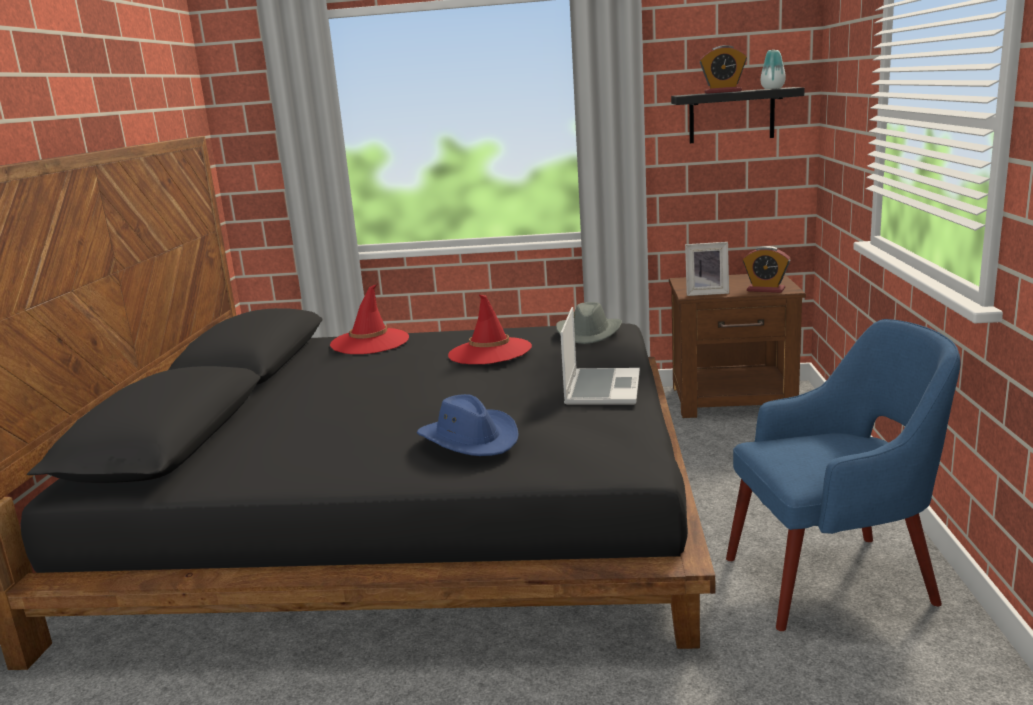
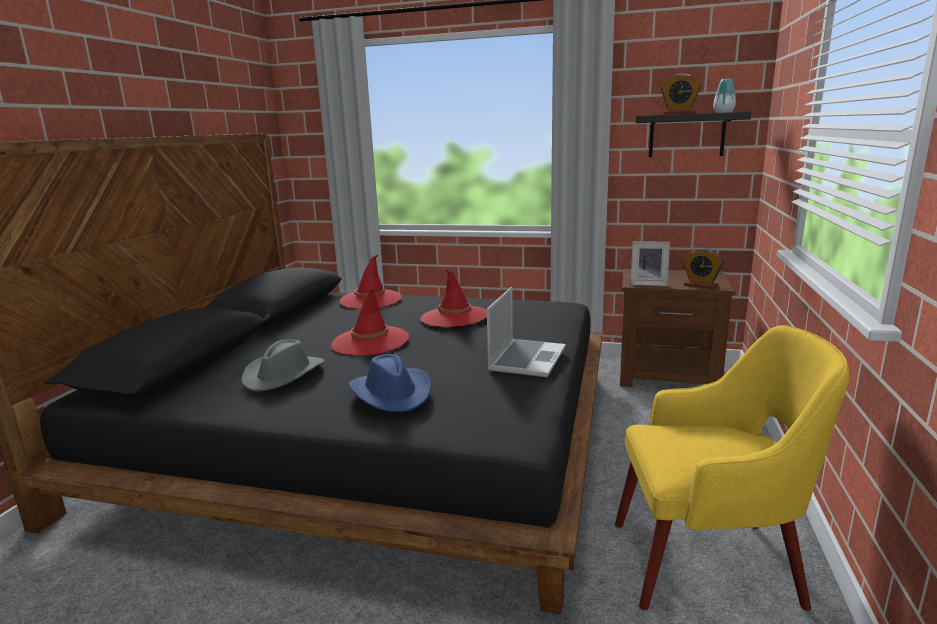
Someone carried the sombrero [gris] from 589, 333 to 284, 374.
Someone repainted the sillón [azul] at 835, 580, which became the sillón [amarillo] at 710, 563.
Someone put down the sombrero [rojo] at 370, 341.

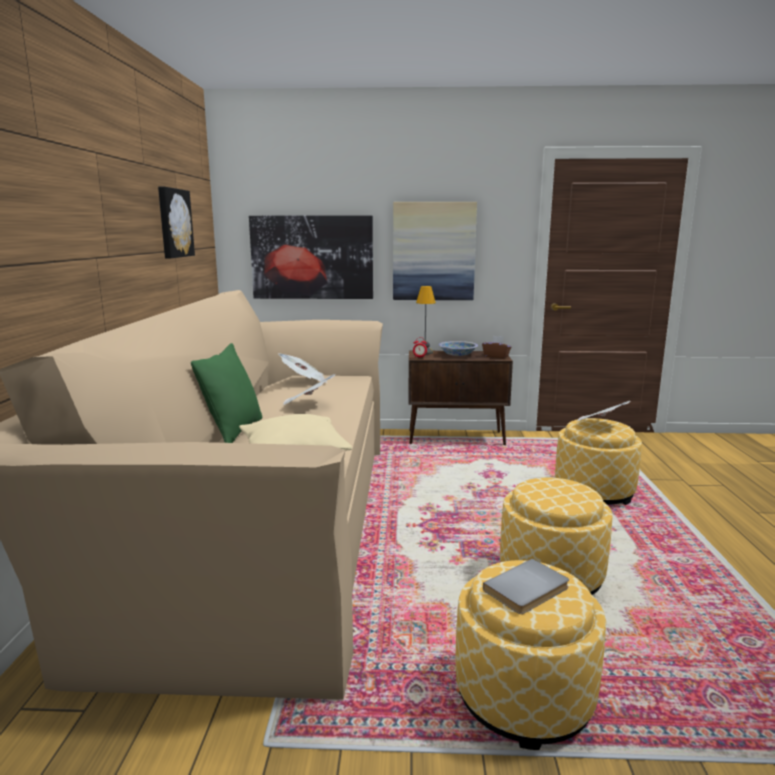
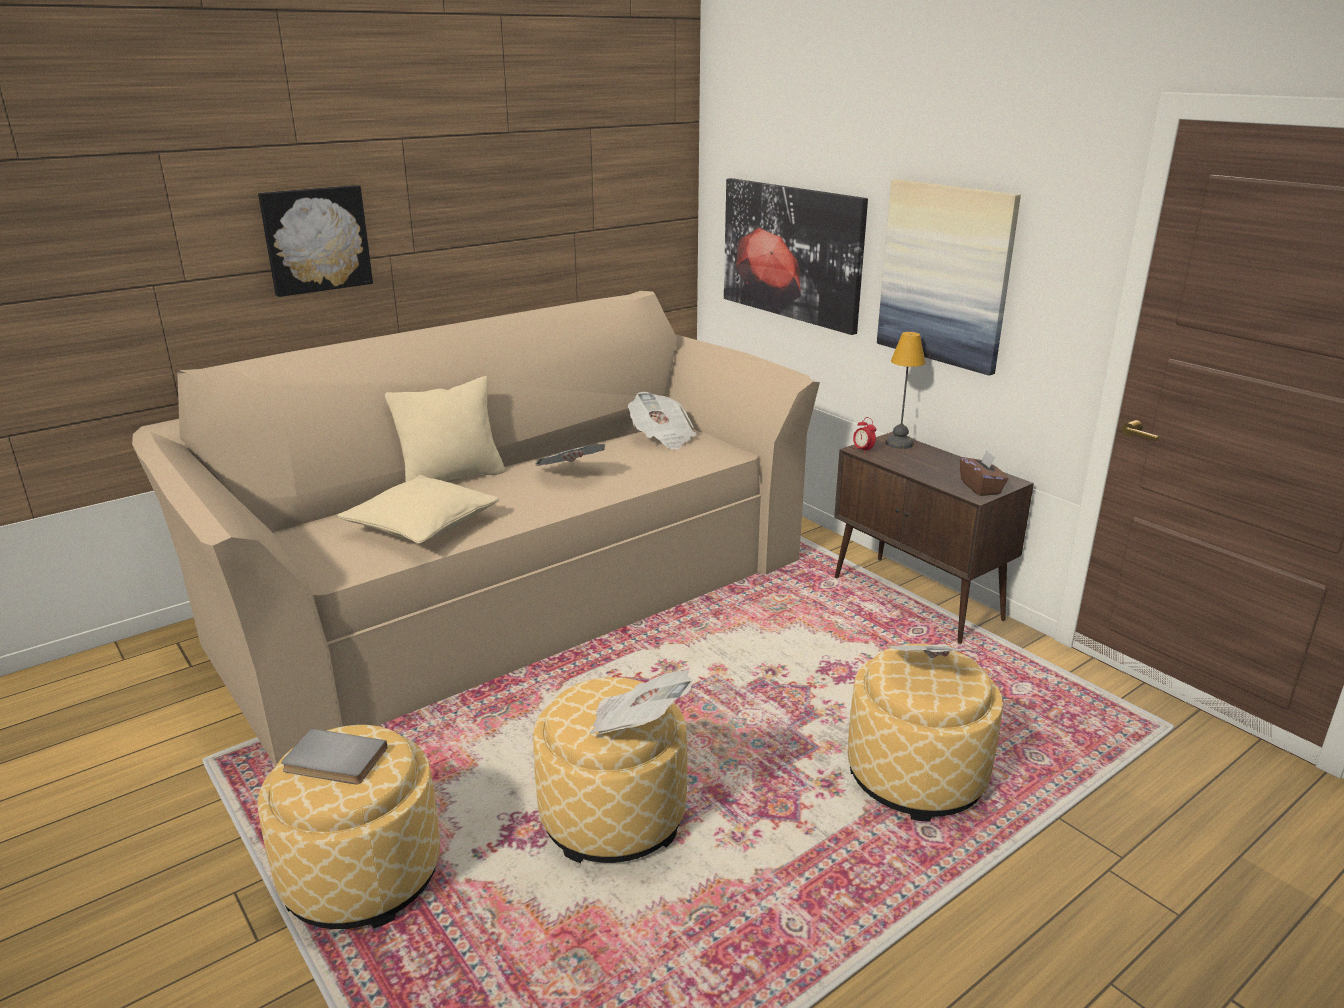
Someone carried the cuadro from 174, 223 to 316, 239.
Someone took away the cuenco at 458, 355.
Someone repainted the cojín [verde] at 233, 431, which became the cojín [beis] at 452, 478.
Someone put down the periódico at 639, 724.

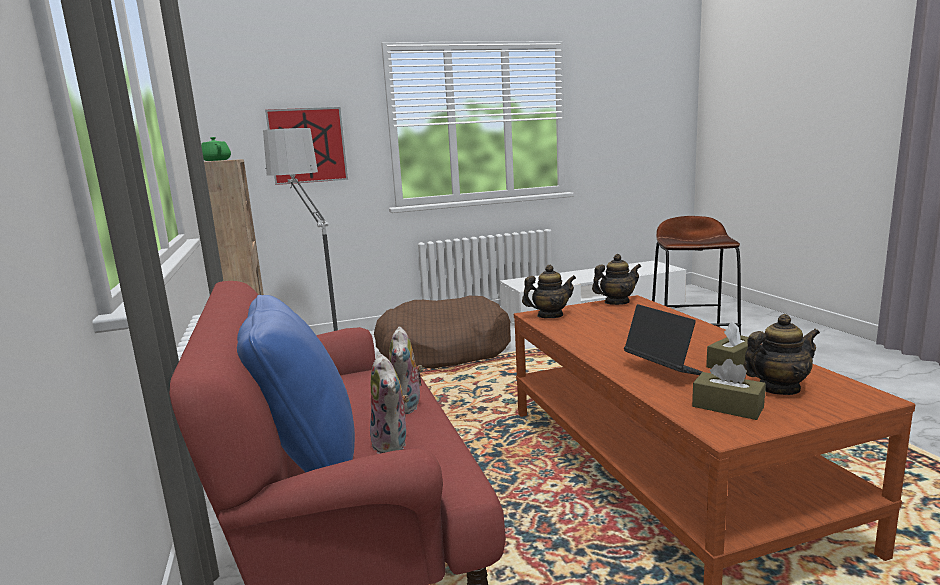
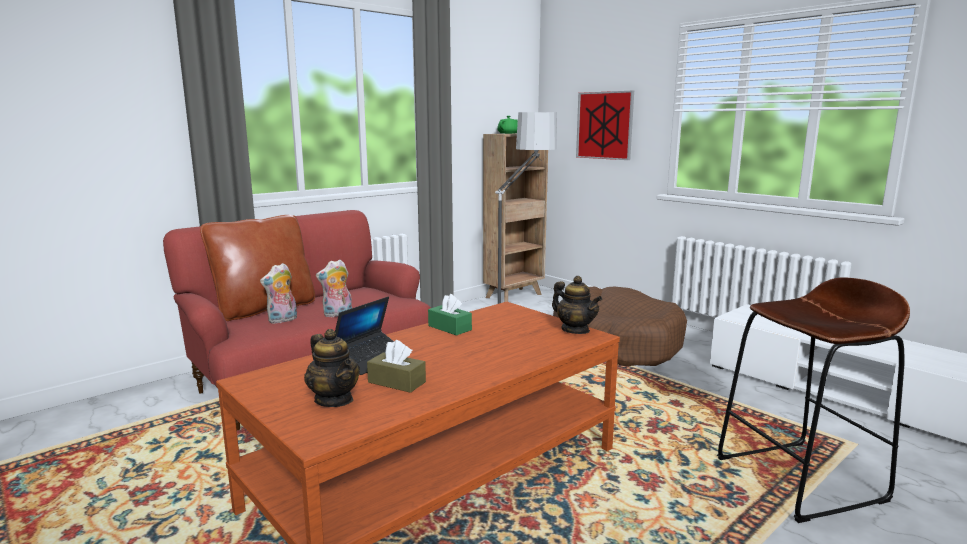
Someone took away the tetera at 550, 316.
Someone repainted the cojín [azul] at 308, 459, which became the cojín [marrón] at 264, 308.
Someone took away the caja de pañuelos [marrón] at 727, 407.
Someone put down the caja de pañuelos [verde] at 449, 328.

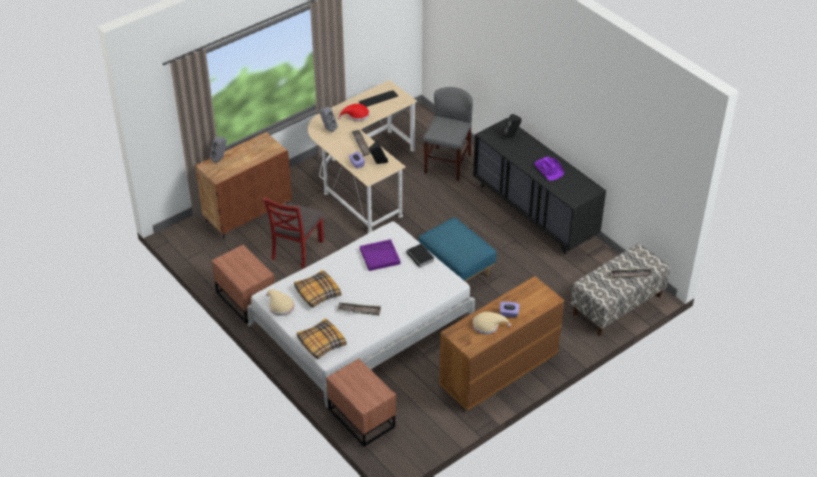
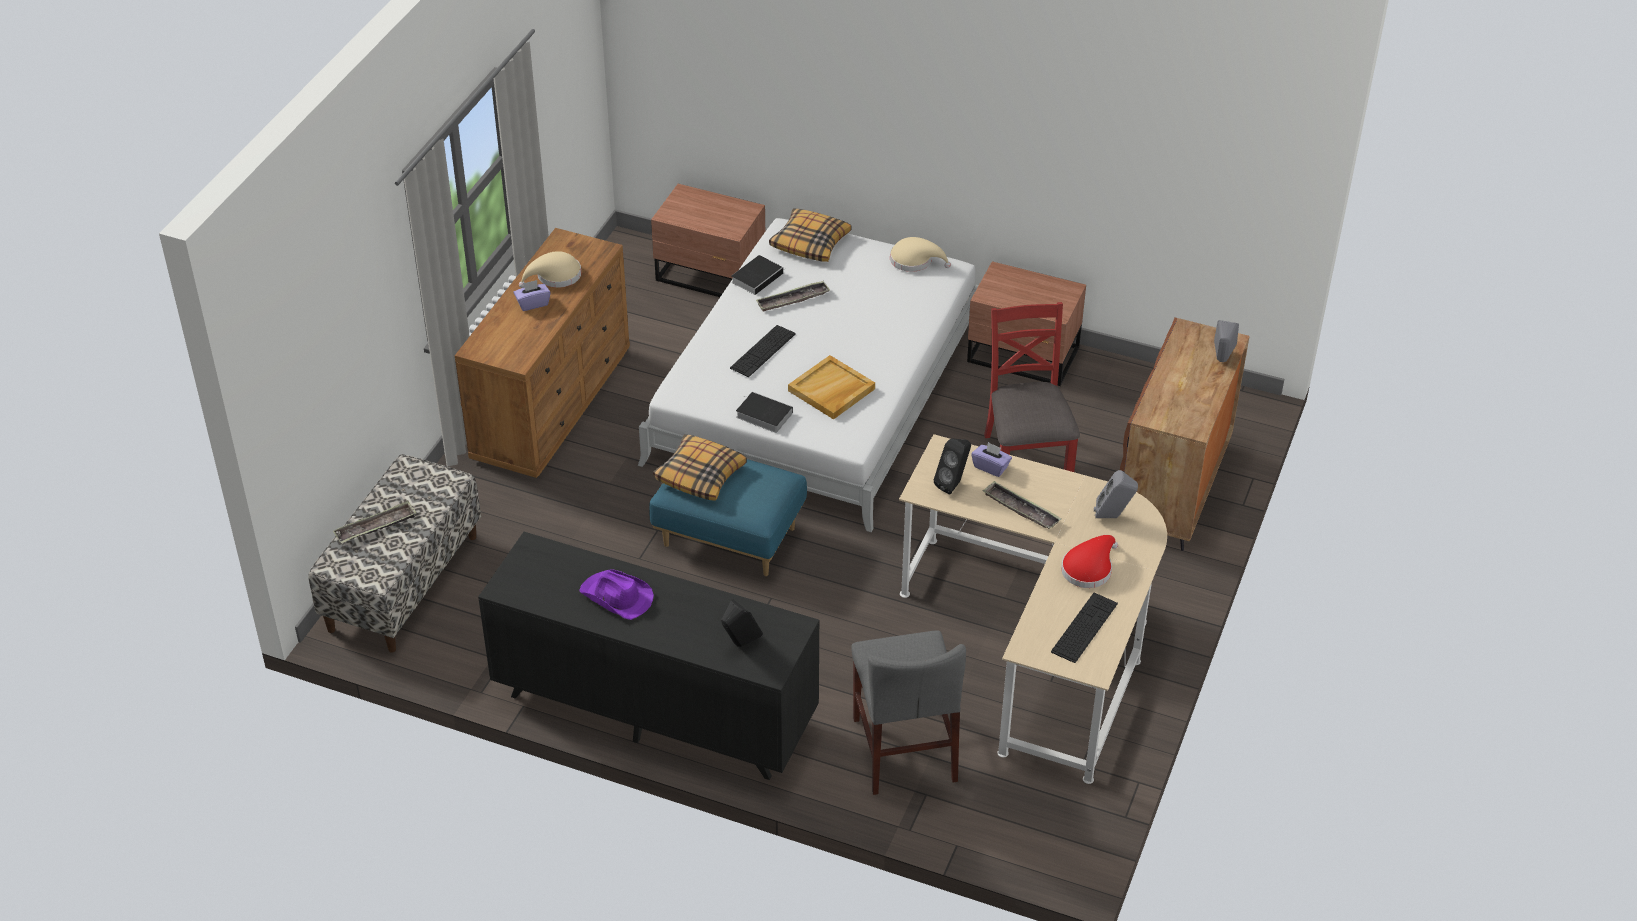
Someone repainted the bandeja [morado] at 380, 256, which became the bandeja [beis] at 831, 390.
Someone carried the cojín from 317, 293 to 700, 475.
Someone put down the libro at 758, 277.
Someone put down the teclado at 763, 351.

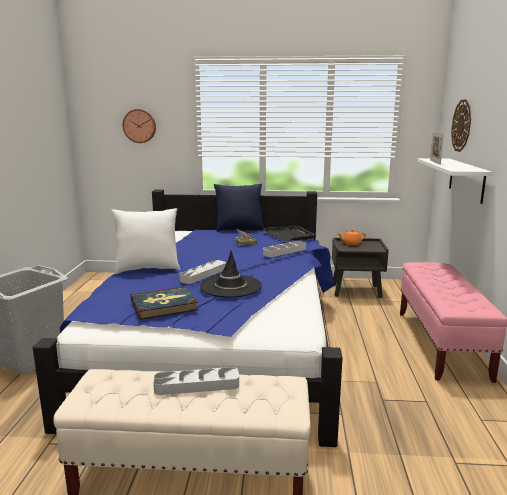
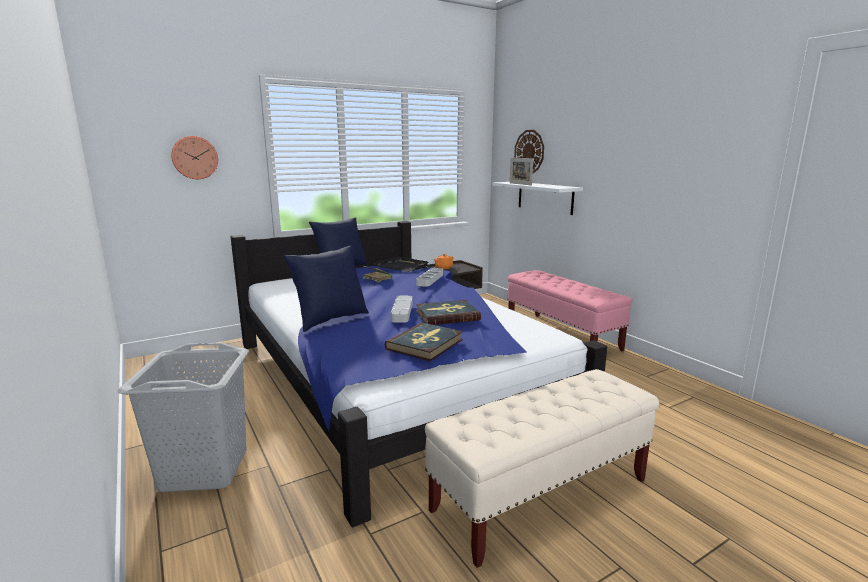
Someone repainted the cojín [blanco] at 147, 269, which became the cojín [azul] at 330, 320.
Someone swapped the sombrero [negro] at 230, 286 for the libro at 447, 315.
Someone took away the bandeja [gris] at 197, 385.

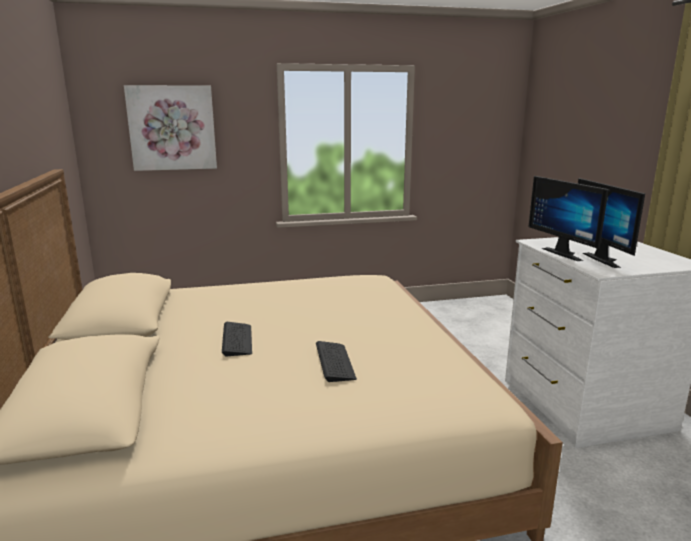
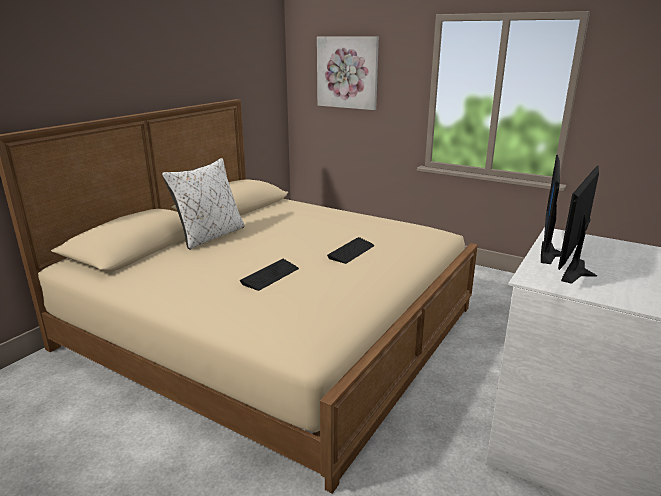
Someone carried the teclado from 237, 340 to 351, 251.
Someone put down the cojín [blanco] at 210, 236.

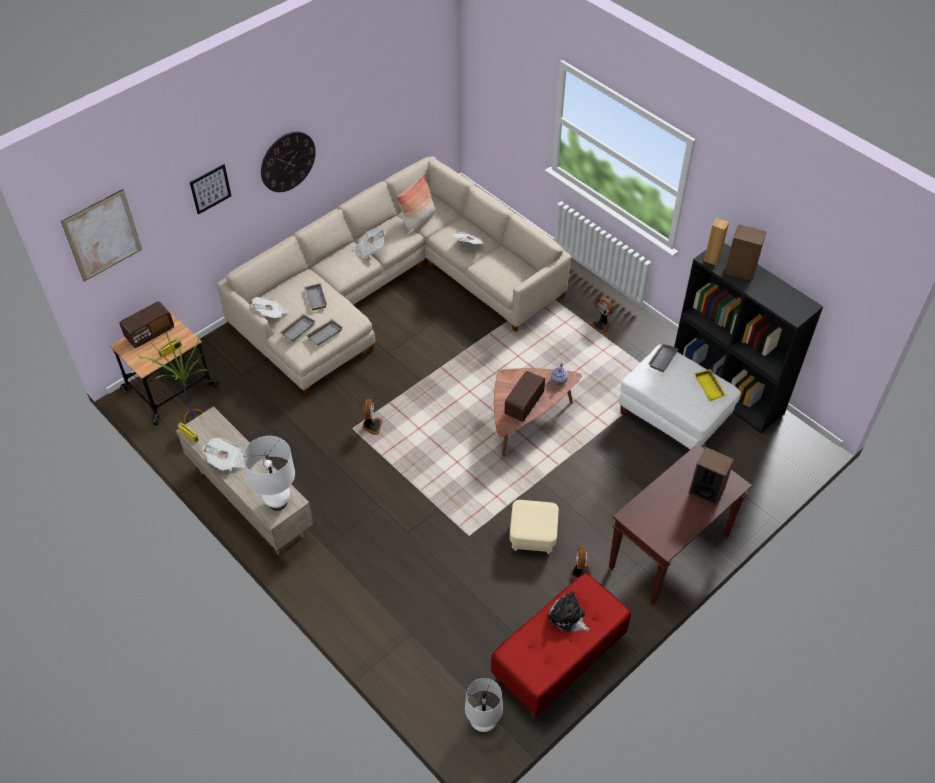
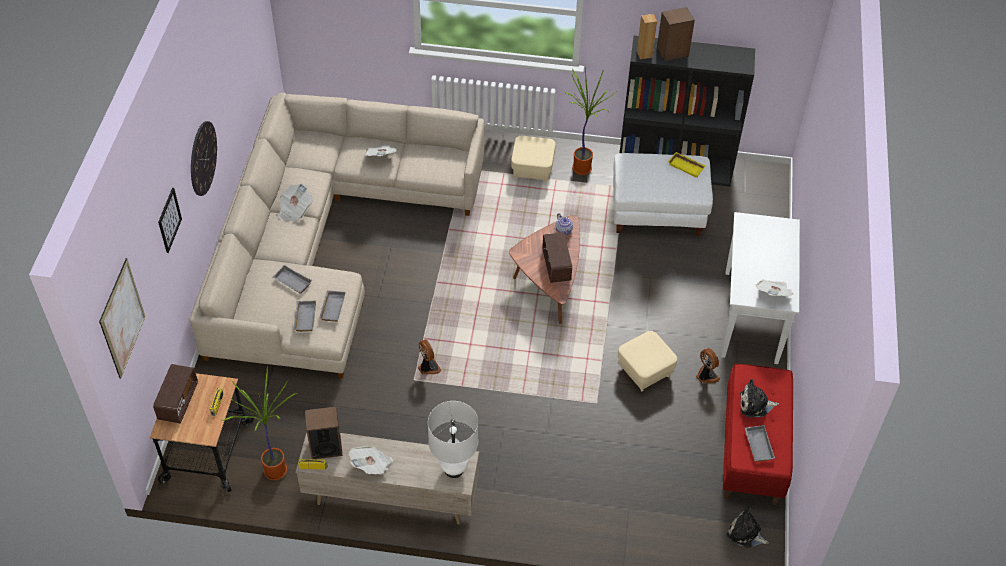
Someone took away the cojín at 418, 221.
Someone carried the periódico from 271, 314 to 773, 294.
Someone swapped the ventilador at 601, 325 for the puf [beis] at 532, 170.
Someone carried the bandeja [gris] from 662, 358 to 757, 445.
Someone repainted the mesa consola [marrón] at 669, 553, which became the mesa consola [blanco] at 751, 318.
Someone carried the altavoz from 706, 491 to 326, 447.
Someone swapped the lámpara de mesa [blanco] at 483, 722 for the peluche at 745, 534.
Someone put down the planta en maceta at 581, 167.

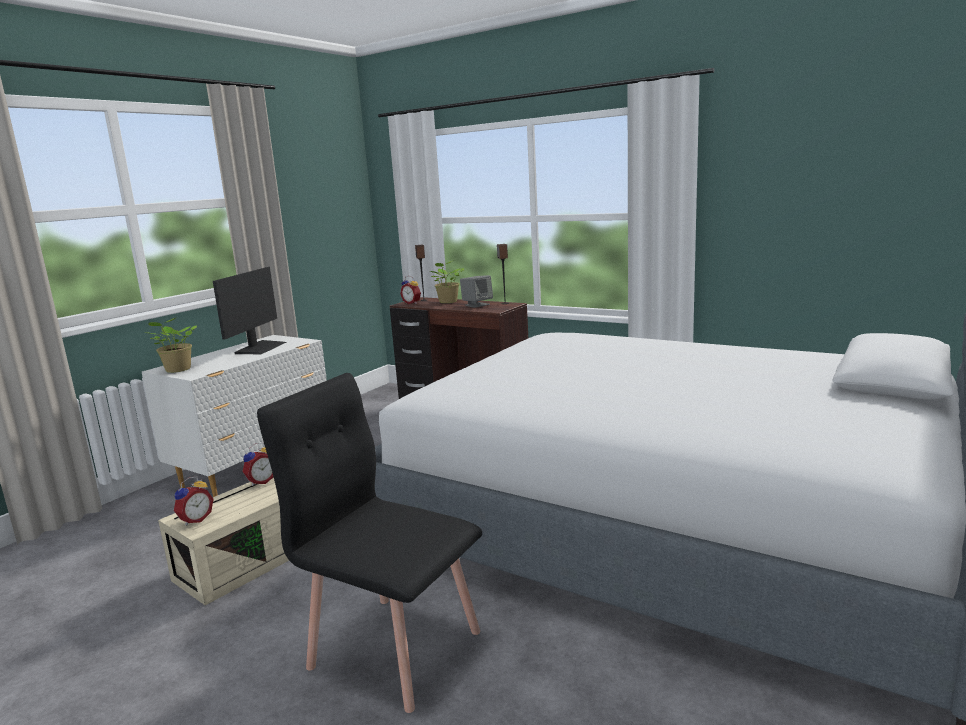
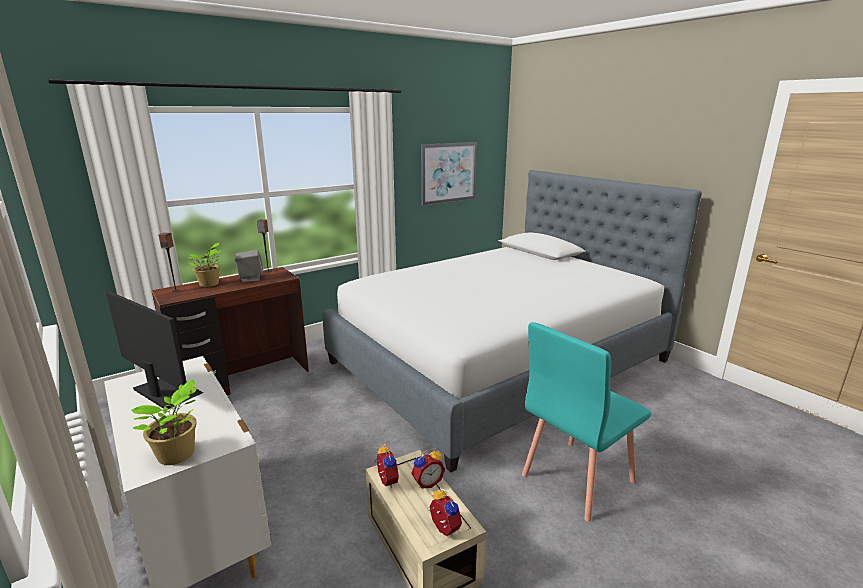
Someone carried the despertador from 412, 303 to 427, 482.
Someone repainted the silla [negro] at 394, 647, which became the silla [turquesa] at 576, 478.
Someone put up the cuadro at 448, 172.

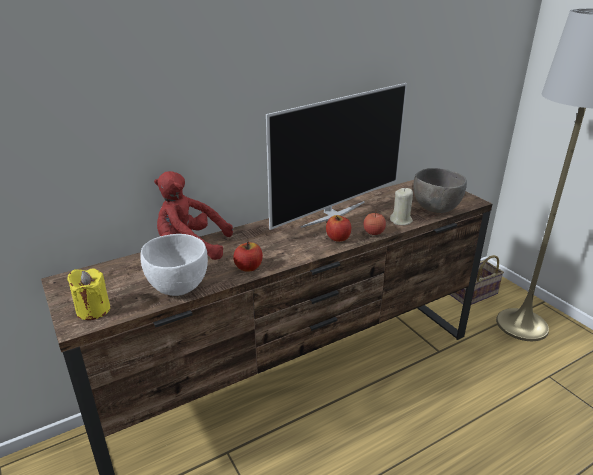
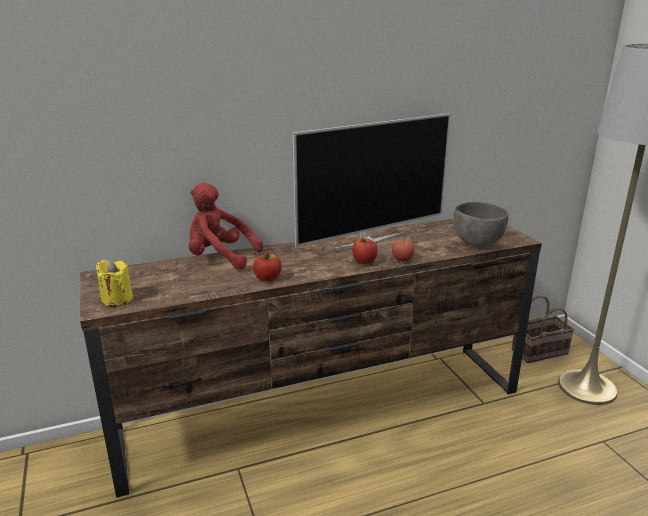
Someone took away the vela [beis] at 401, 221.
Someone took away the cuenco [blanco] at 178, 286.

